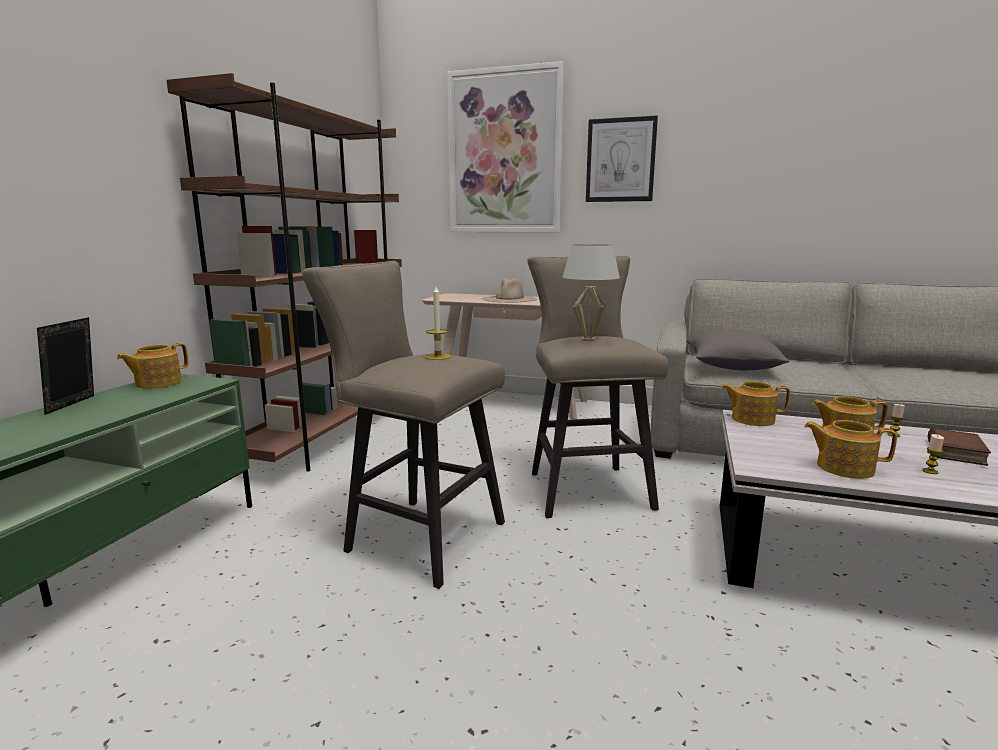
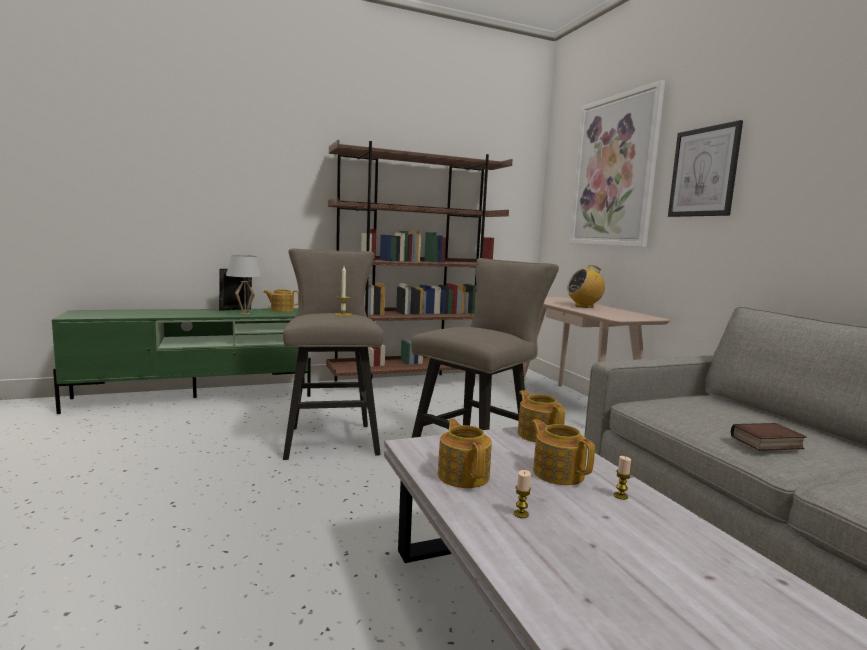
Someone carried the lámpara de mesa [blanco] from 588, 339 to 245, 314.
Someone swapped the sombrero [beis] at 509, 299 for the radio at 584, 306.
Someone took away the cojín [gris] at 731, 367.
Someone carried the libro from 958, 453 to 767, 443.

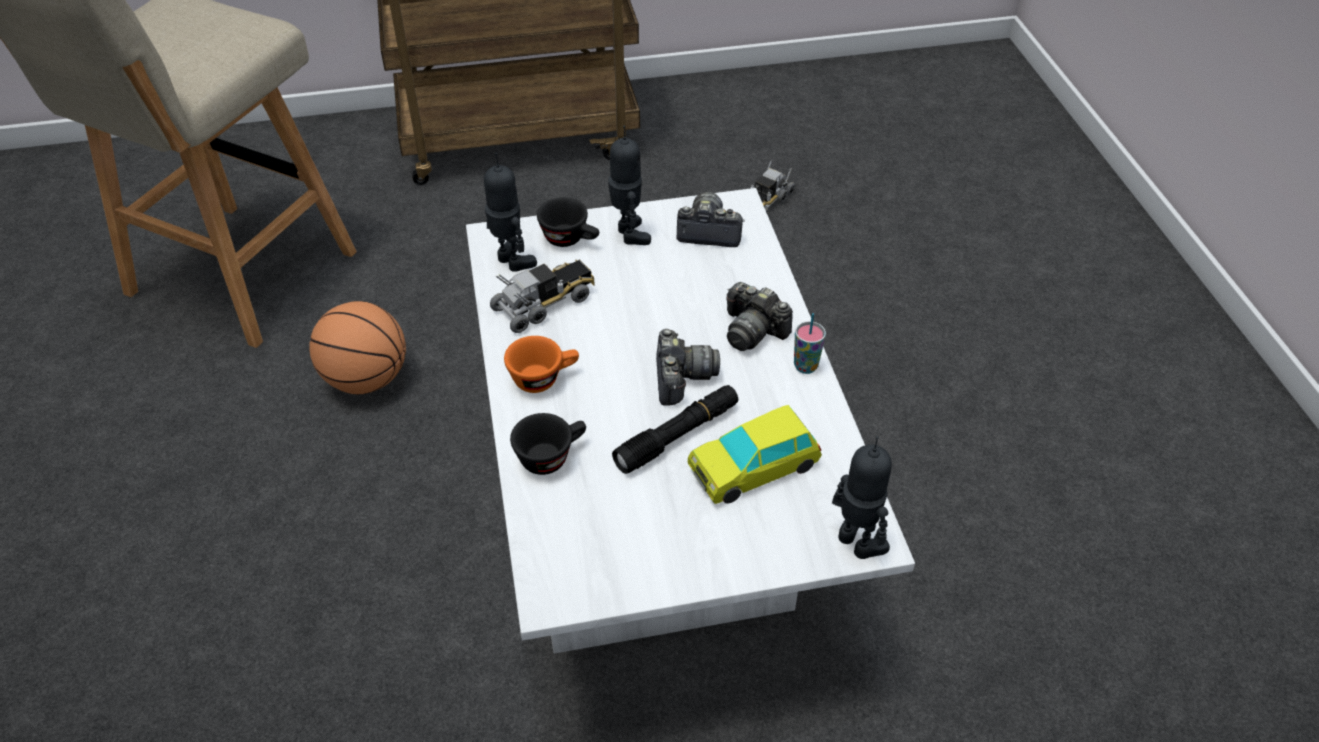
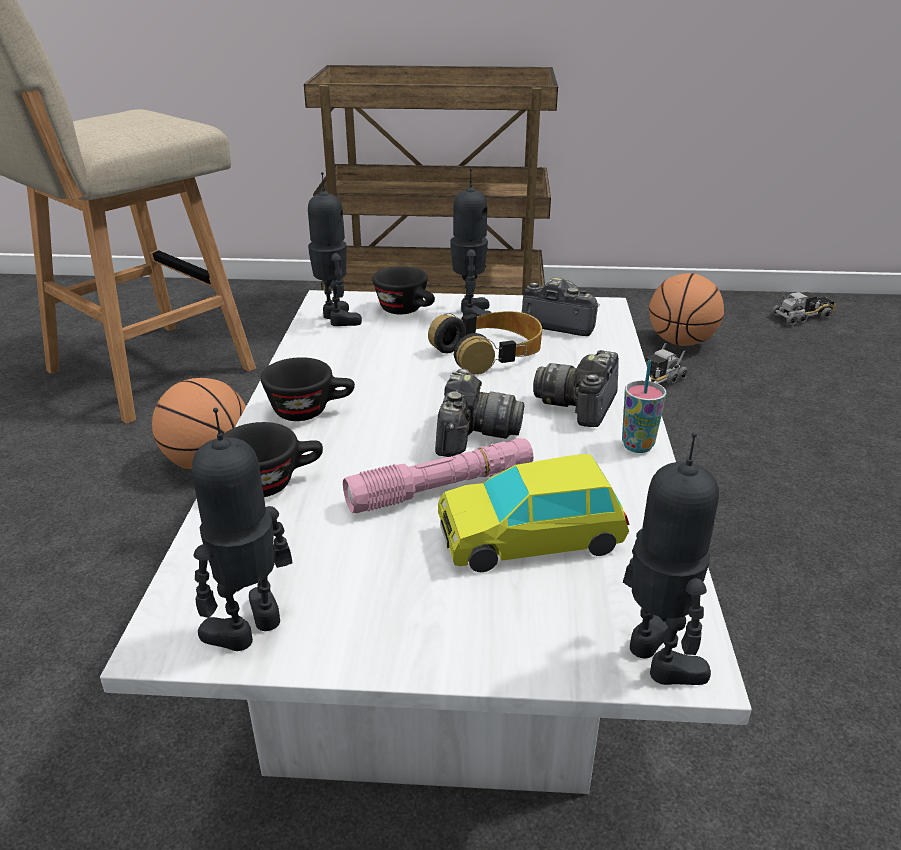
Someone carried the camión de juguete from 545, 303 to 802, 317.
Someone rotated the cámara at 752, 331 by 60 degrees clockwise.
Someone repainted the taza [naranja] at 543, 378, which became the taza [negro] at 311, 411.
Someone repainted the linterna [negro] at 677, 436, which became the linterna [rosa] at 442, 488.
Someone put down the balón de baloncesto at 680, 342.
Someone put down the auriculares at 489, 353.
Someone put down the robot de juguete at 251, 630.

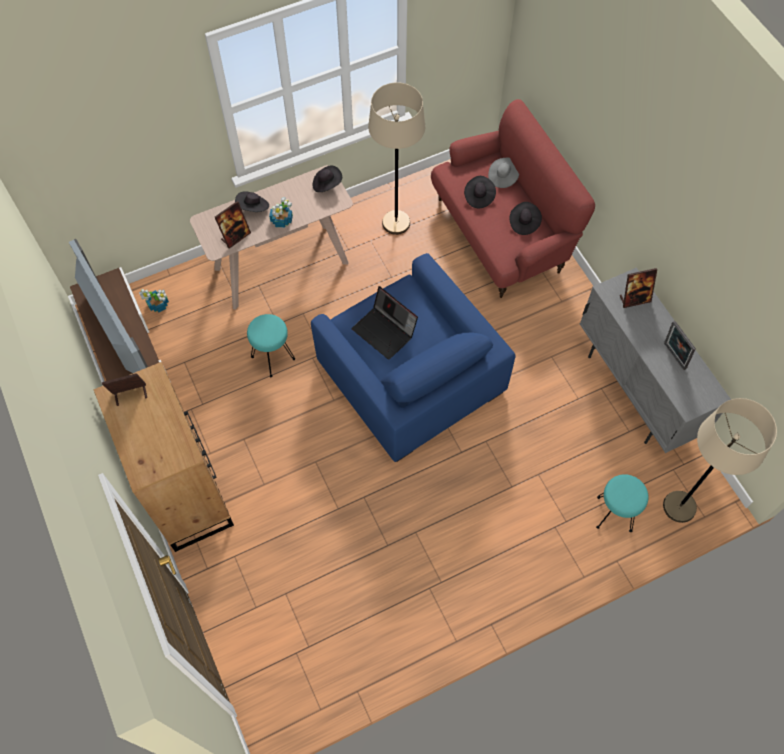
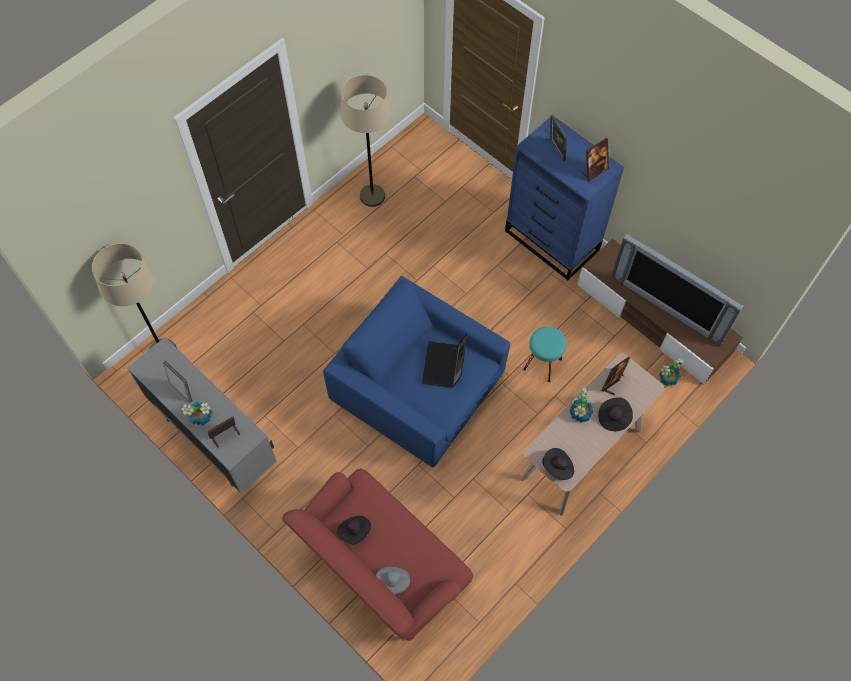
Someone carried the lámpara de pie [beis] from 396, 223 to 372, 196.
Someone took away the sombrero [negro] at 479, 197.
Someone rotated the portátil at 385, 331 by 105 degrees counterclockwise.
Someone repainted the cómoda [marrón] at 186, 492, which became the cómoda [azul] at 552, 241.
Someone took away the taburete [turquesa] at 614, 514.
Someone put down the portarretratos at 555, 150.
Someone put down the planta en maceta at 202, 416.

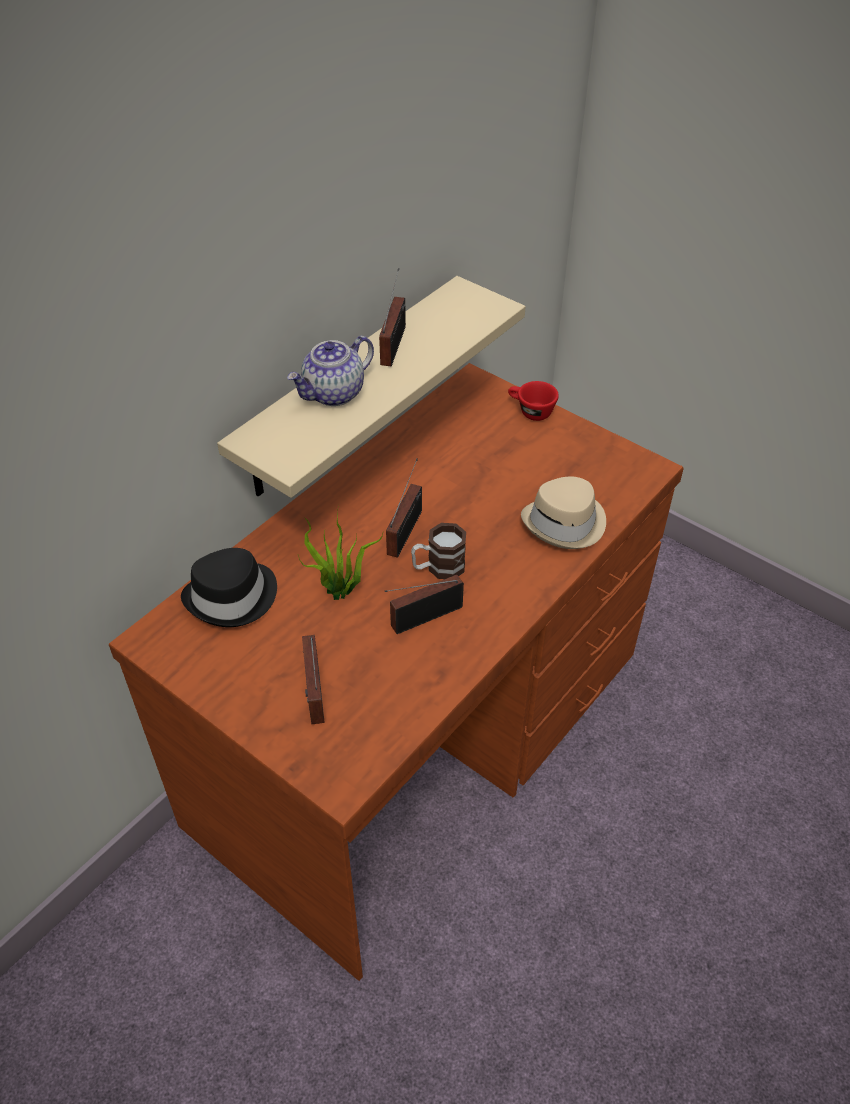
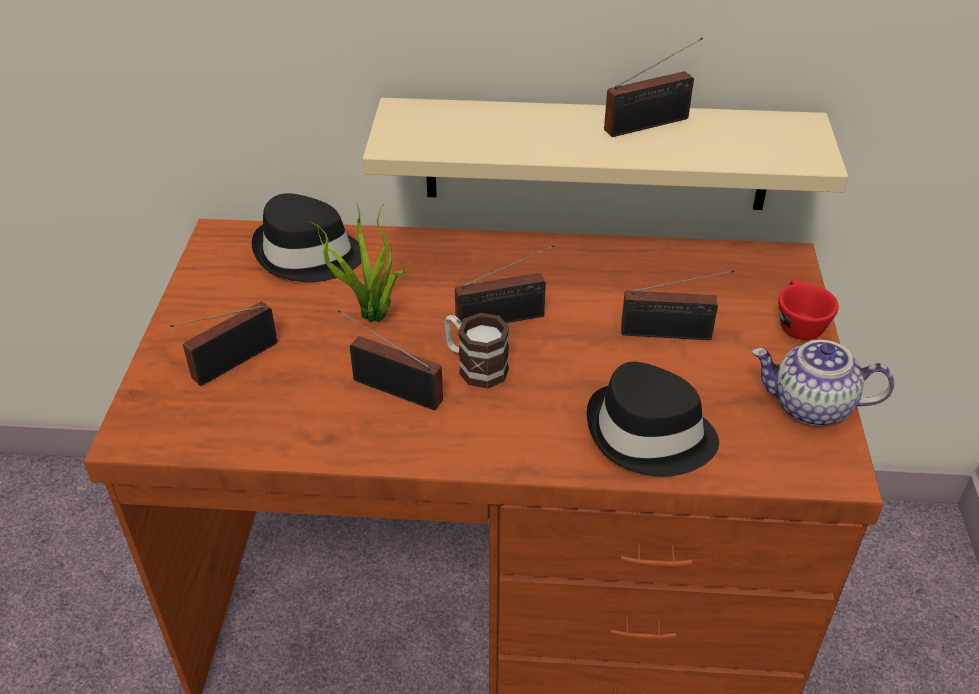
Someone carried the tetera from 334, 394 to 810, 406.
Someone repainted the sombrero [beis] at 565, 523, which became the sombrero [negro] at 649, 435.
Someone put down the radio at 671, 334.

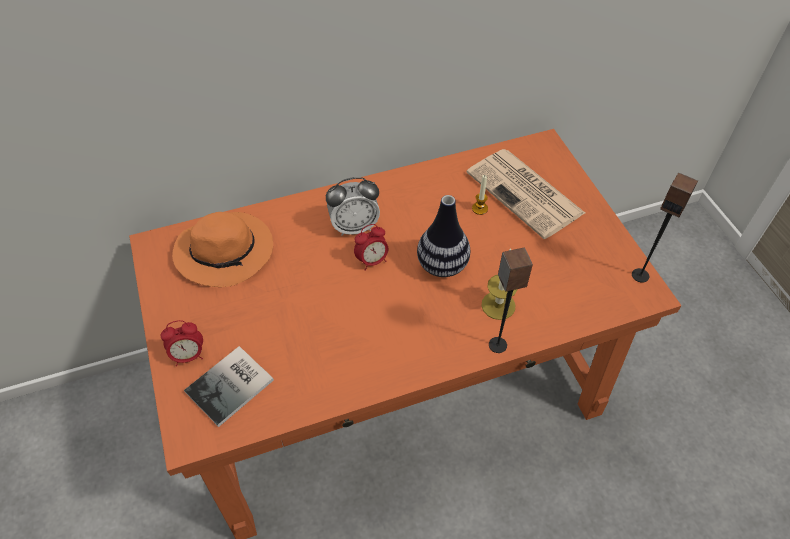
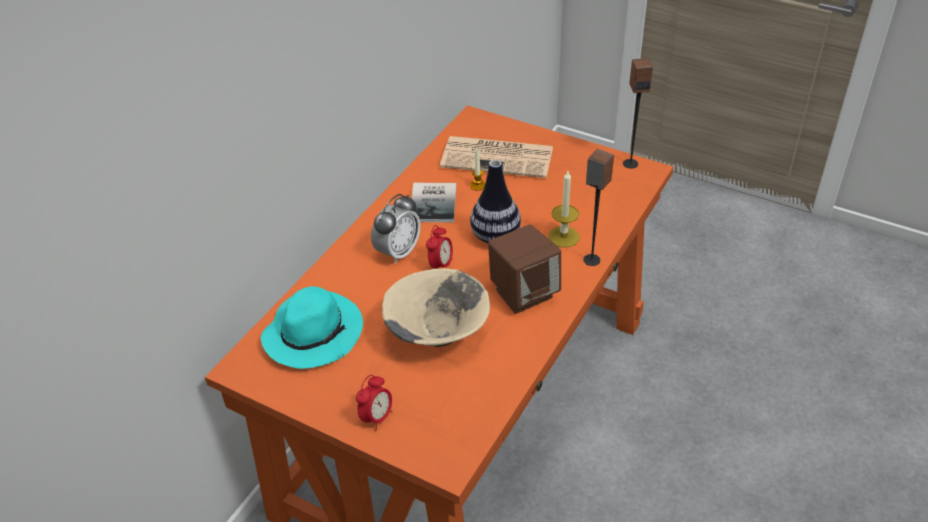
Someone repainted the sombrero [naranja] at 226, 252, which became the sombrero [turquesa] at 314, 332.
Someone carried the libro from 232, 386 to 435, 202.
Someone put down the altavoz [marrón] at 523, 293.
Someone put down the cuenco [beis] at 437, 334.

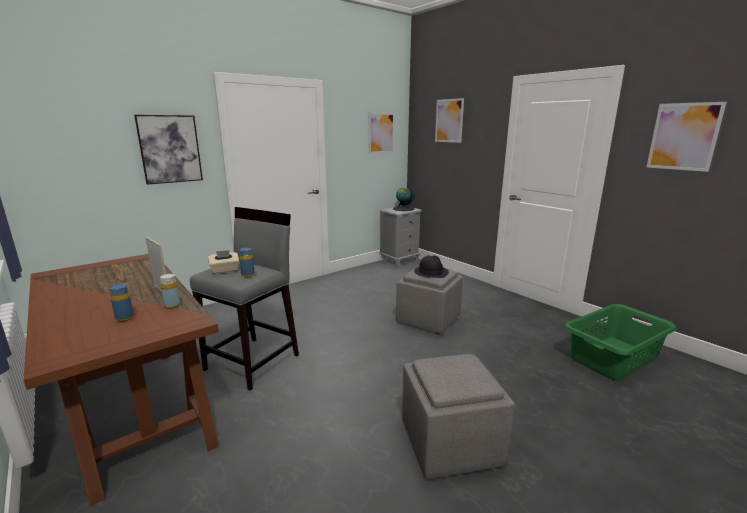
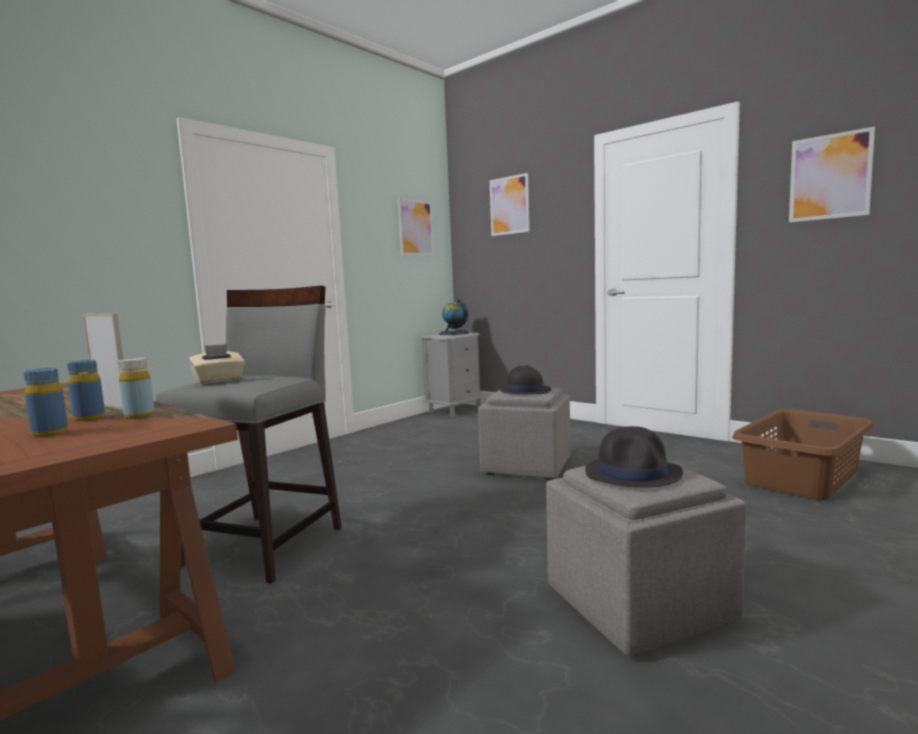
Someone took away the cuadro at 170, 149.
Someone carried the botella [azul] from 248, 275 to 89, 418.
Someone repainted the cesto de la ropa [verde] at 614, 358, which became the cesto de la ropa [marrón] at 803, 478.
Someone put down the sombrero [negro] at 633, 473.

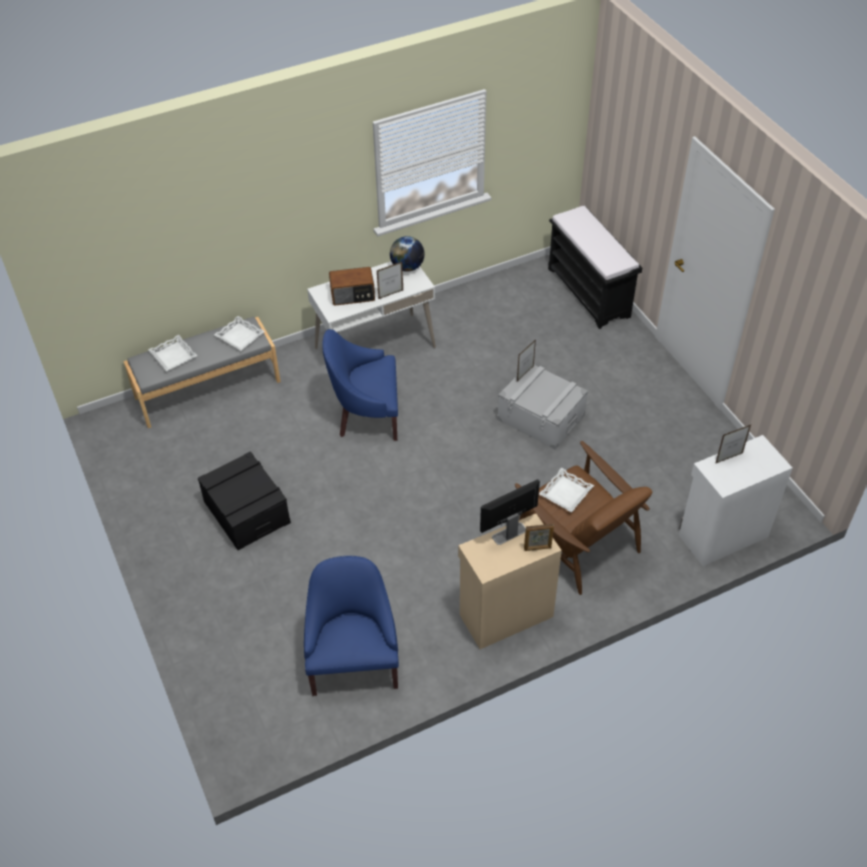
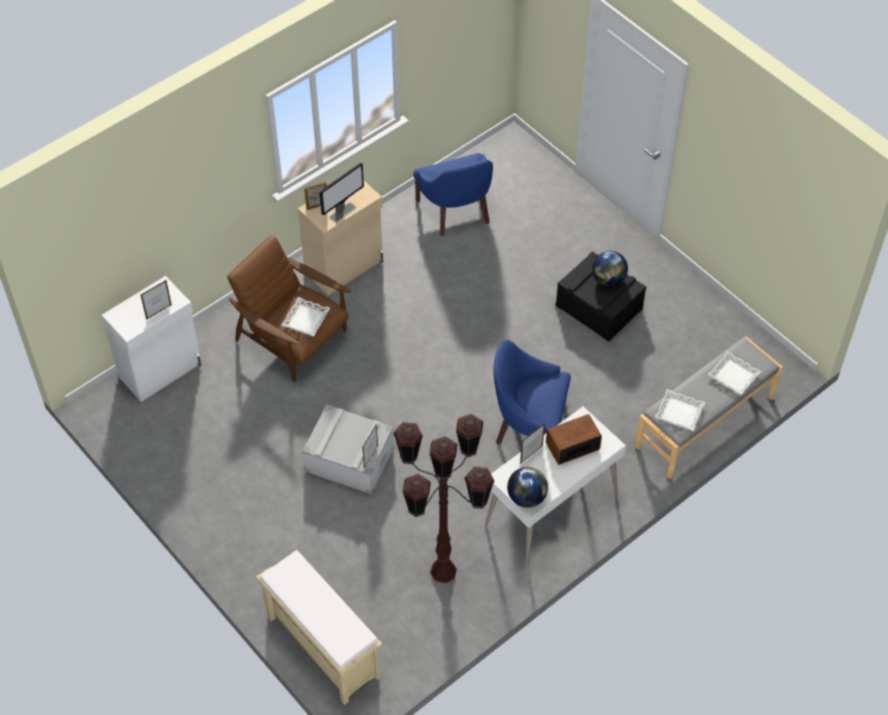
Someone repainted the banco [negro] at 589, 293, which became the banco [beis] at 322, 646.
Someone rotated the sillón [azul] at 366, 415 by 150 degrees counterclockwise.
Someone put down the globo terráqueo at 608, 279.
Someone put down the lámpara de pie [marrón] at 443, 570.

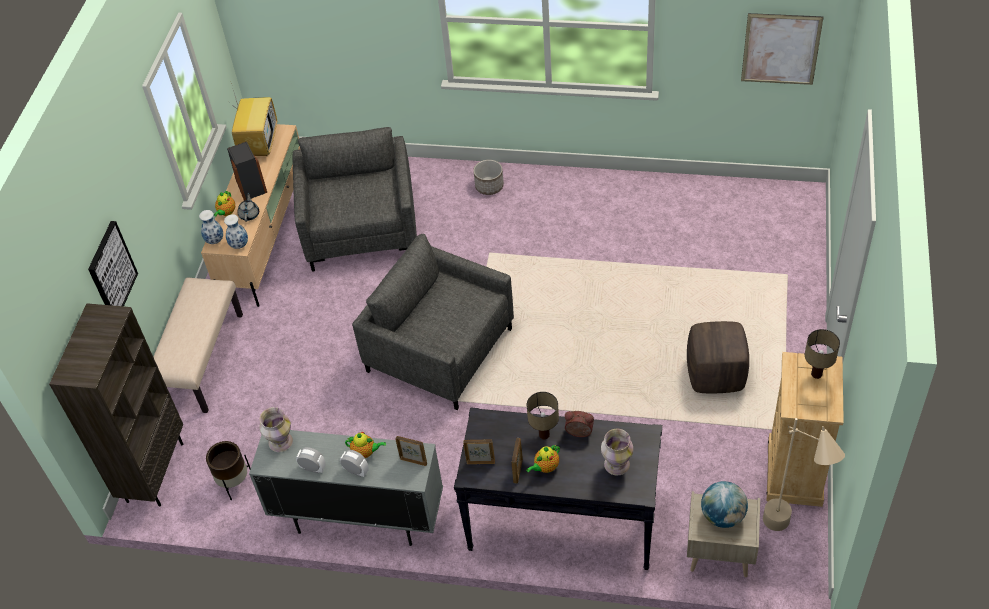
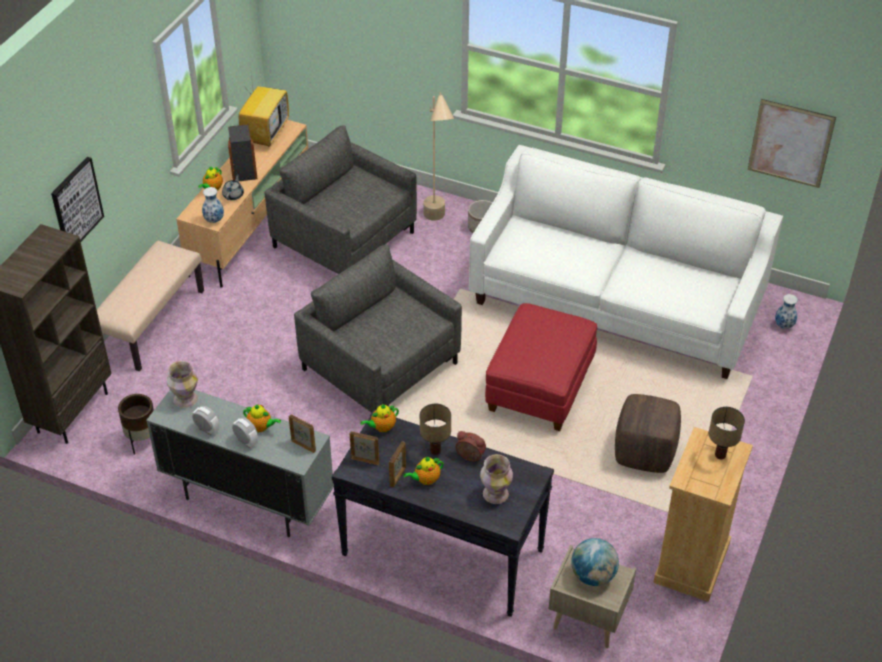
Someone rotated the sillón [gris] at 362, 229 by 60 degrees counterclockwise.
Someone carried the florero from 215, 240 to 784, 326.
Someone carried the lámpara de pie [beis] from 789, 536 to 438, 225.
Someone put down the sofá [blanco] at 616, 302.
Someone put down the puf [rojo] at 540, 388.
Someone put down the tetera at 382, 427.

